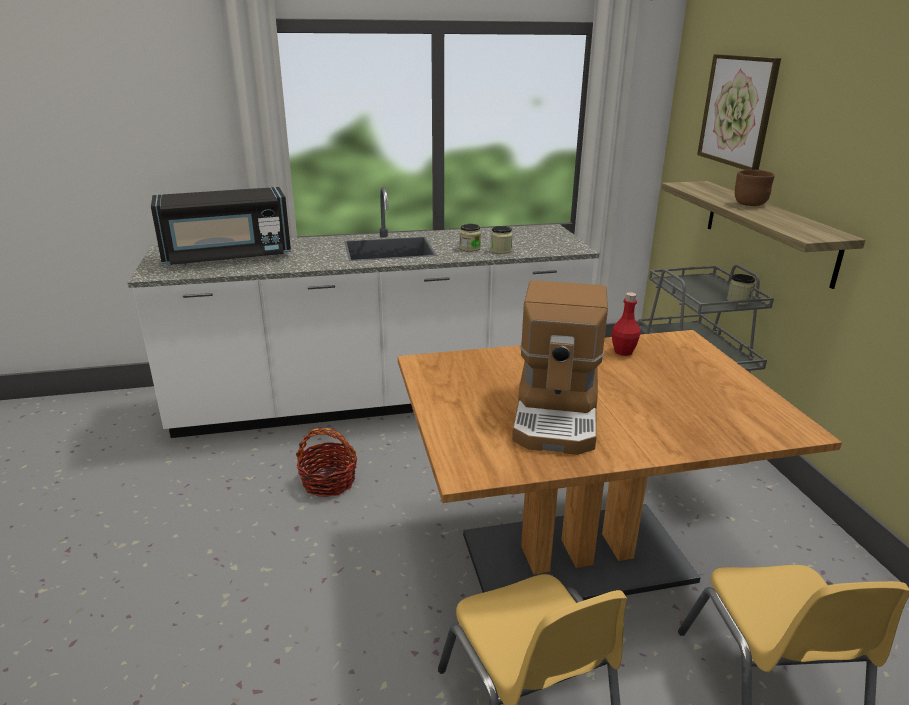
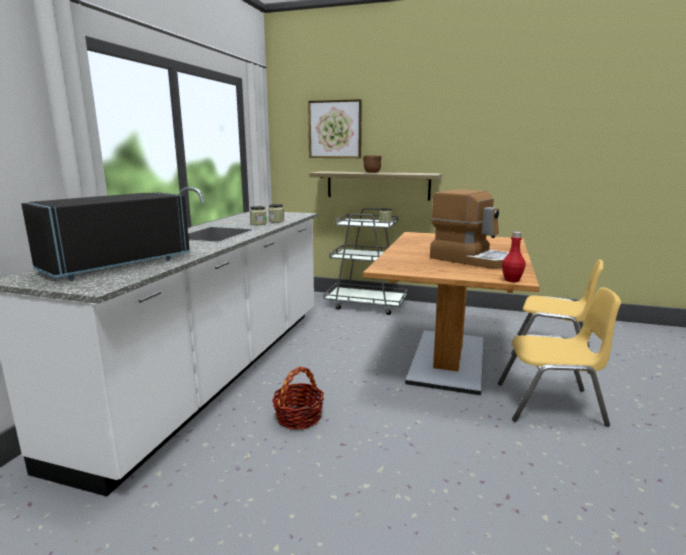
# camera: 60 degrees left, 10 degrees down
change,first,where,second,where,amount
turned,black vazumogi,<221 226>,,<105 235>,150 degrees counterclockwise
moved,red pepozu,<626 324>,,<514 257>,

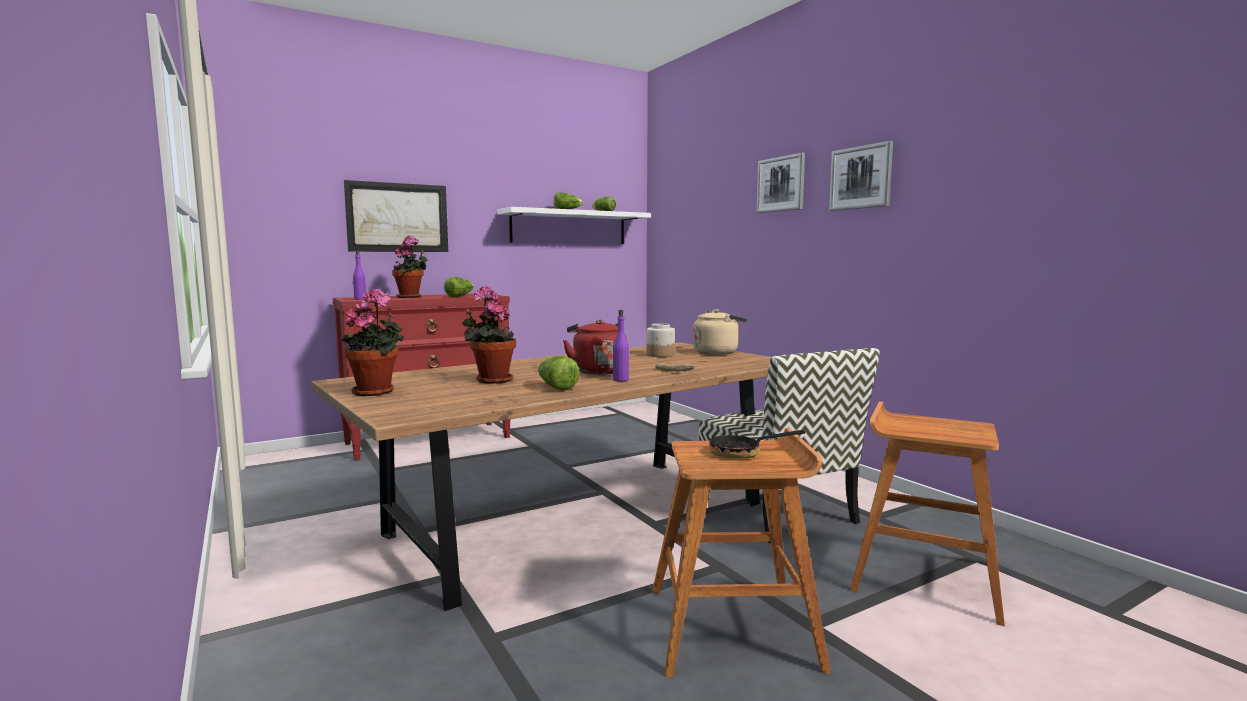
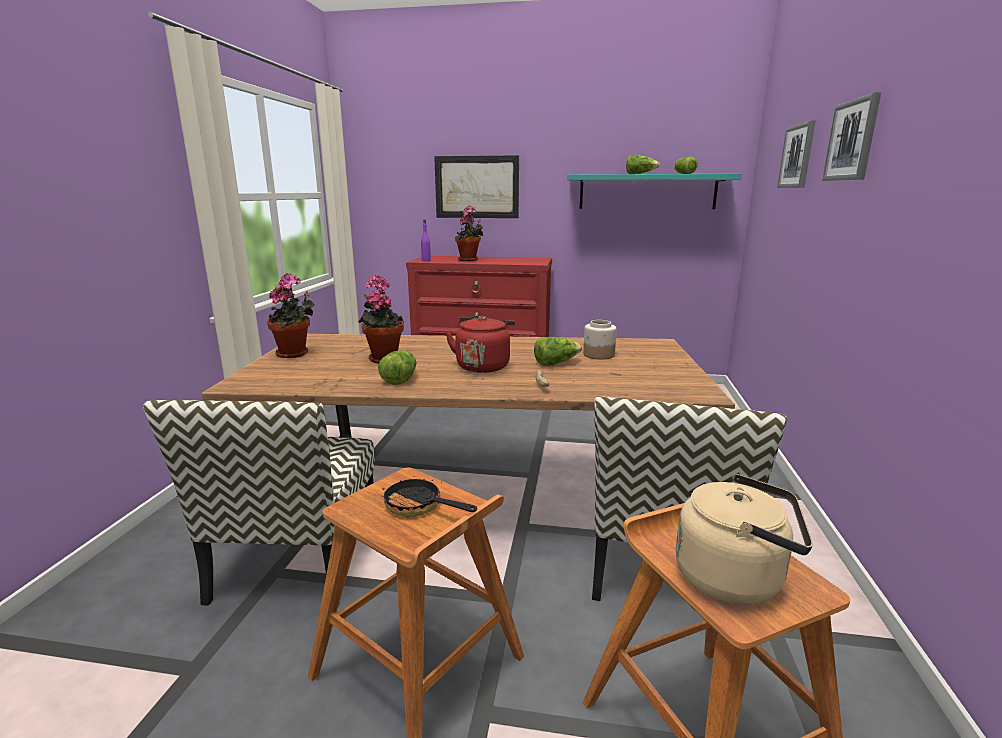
# camera: 40 degrees right, 10 degrees up
change,first,where,second,where,amount
added,,,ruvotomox,<259 502>,
moved,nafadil,<459 287>,,<558 351>,
recoloured,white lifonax,<574 225>,turquoise lifonax,<654 191>,
moved,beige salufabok,<720 332>,,<744 539>,
moved,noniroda,<861 176>,,<796 154>,
removed,purple pepozu,<621 345>,,,

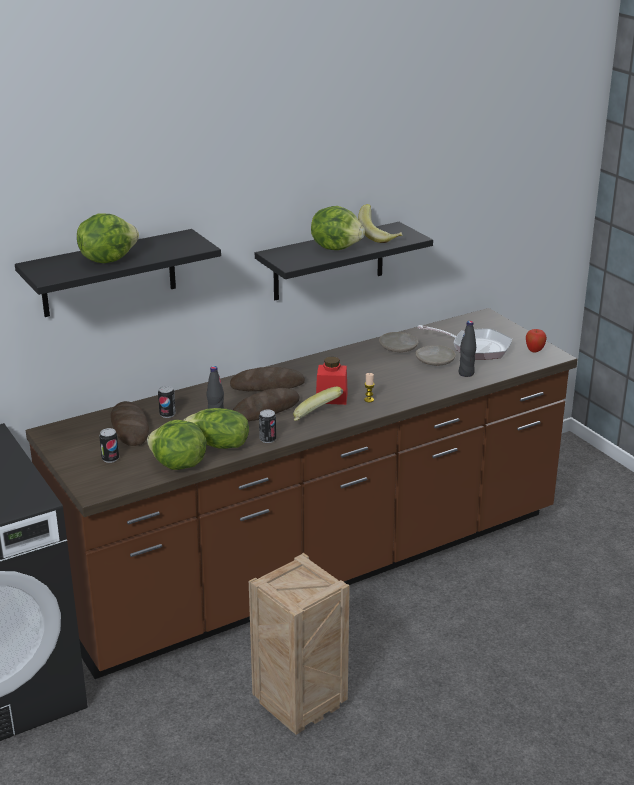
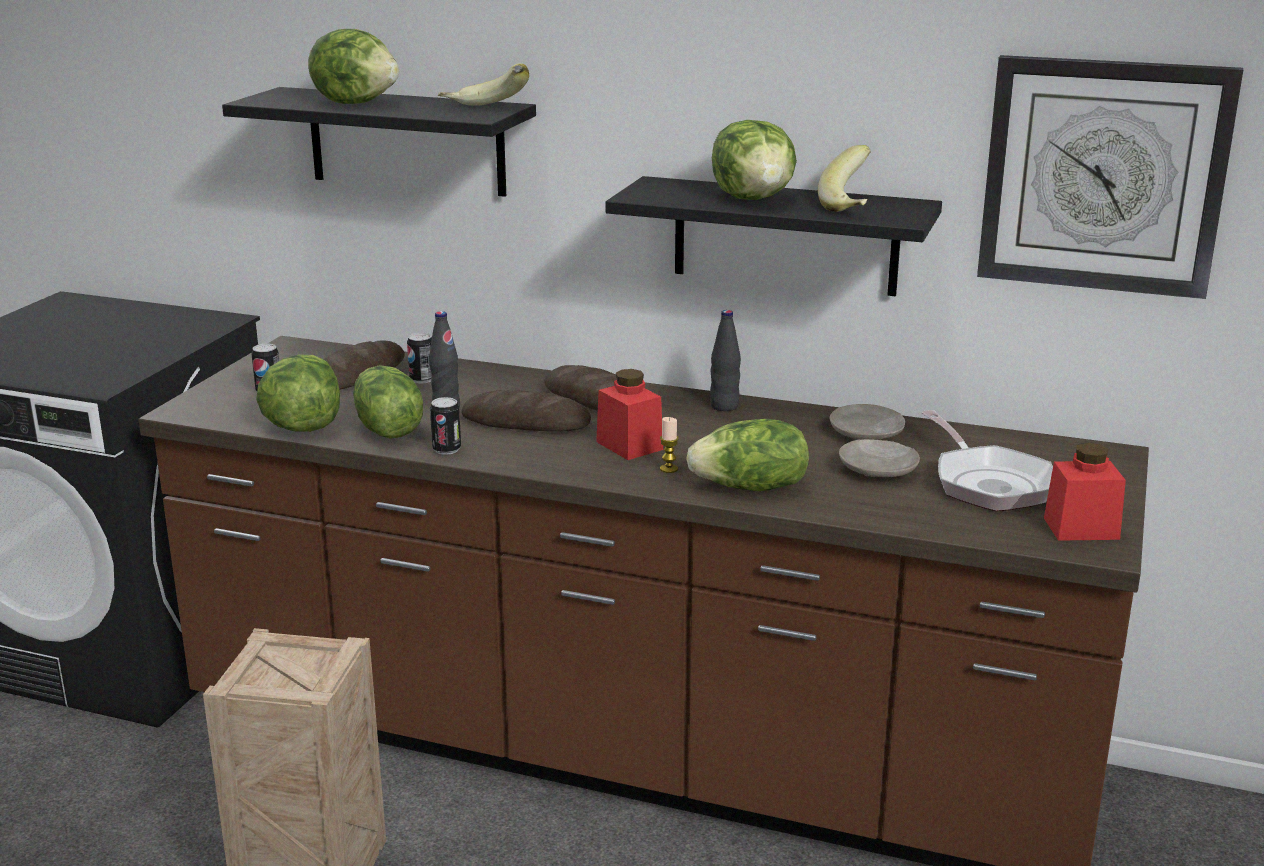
# camera: 50 degrees right, 5 degrees down
change,first,where,second,where,amount
moved,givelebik,<318 404>,,<483 84>,
added,,,nafadil,<747 455>,
moved,black pepozu,<467 349>,,<725 360>,
added,,,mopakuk,<1110 177>,
replaced,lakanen,<536 341>,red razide,<1085 492>,

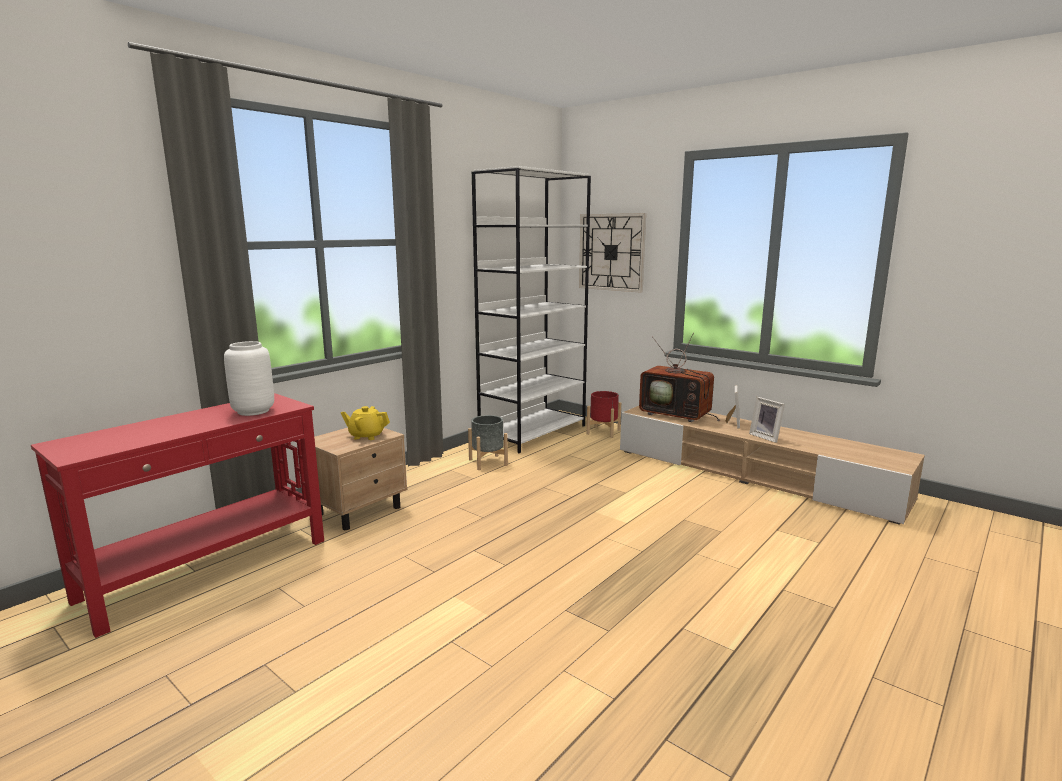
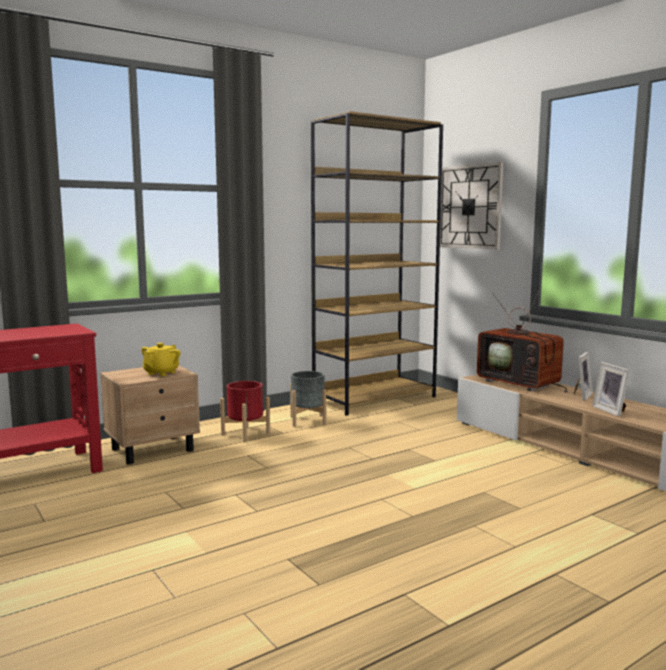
# camera: 15 degrees right, 5 degrees down
change,first,where,second,where,amount
turned,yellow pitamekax,<365 423>,,<161 359>,90 degrees clockwise
moved,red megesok,<604 414>,,<245 411>,
recoloured,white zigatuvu,<531 309>,brown zigatuvu,<377 263>,
removed,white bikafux,<249 378>,,,

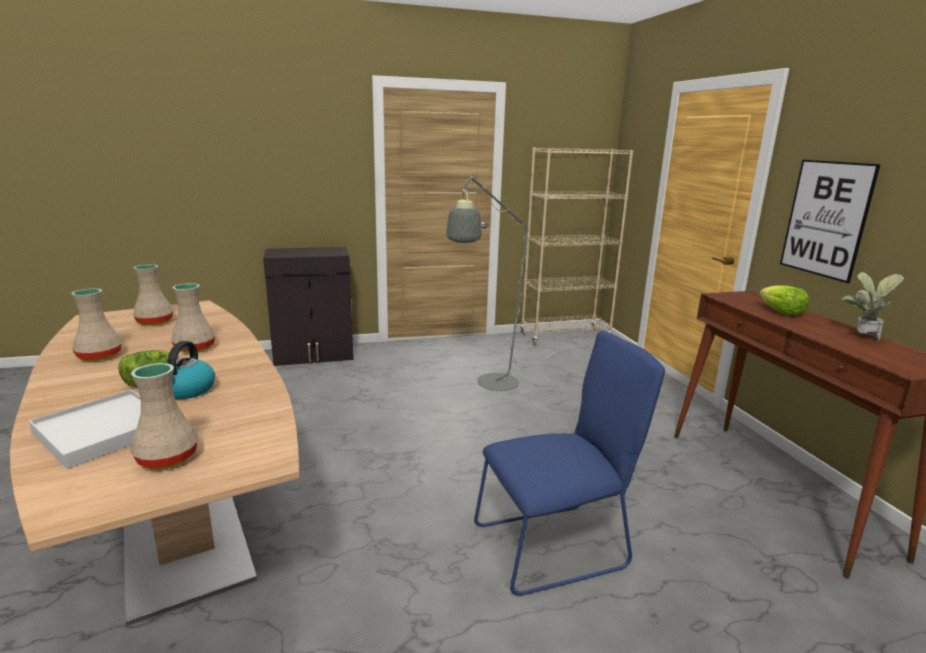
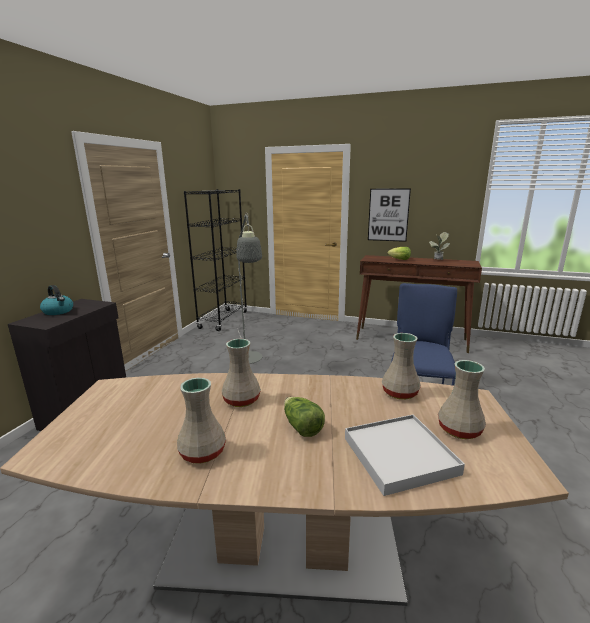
# camera: 55 degrees left, 0 degrees up
change,first,where,second,where,amount
moved,salufabok,<191 370>,,<56 300>,
recoloured,beige zigatuvu,<577 246>,black zigatuvu,<215 260>,
moved,beige bikafux,<153 295>,,<401 366>,

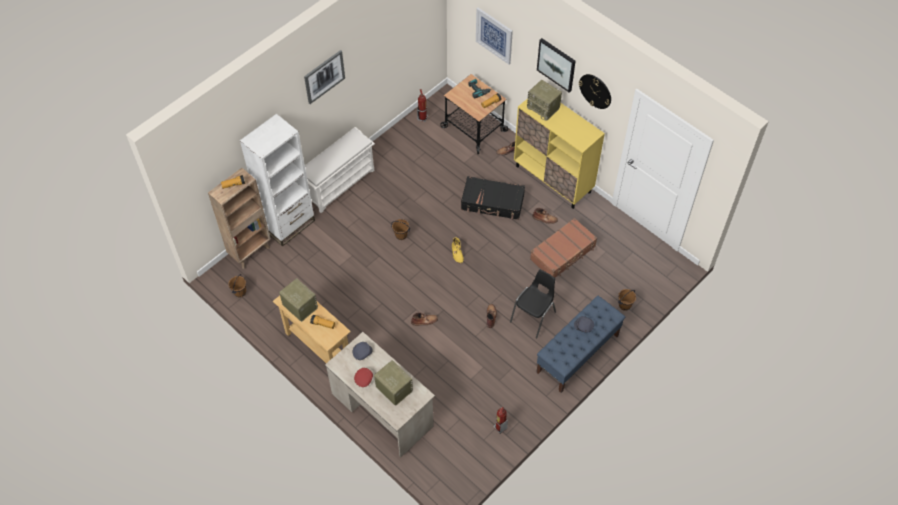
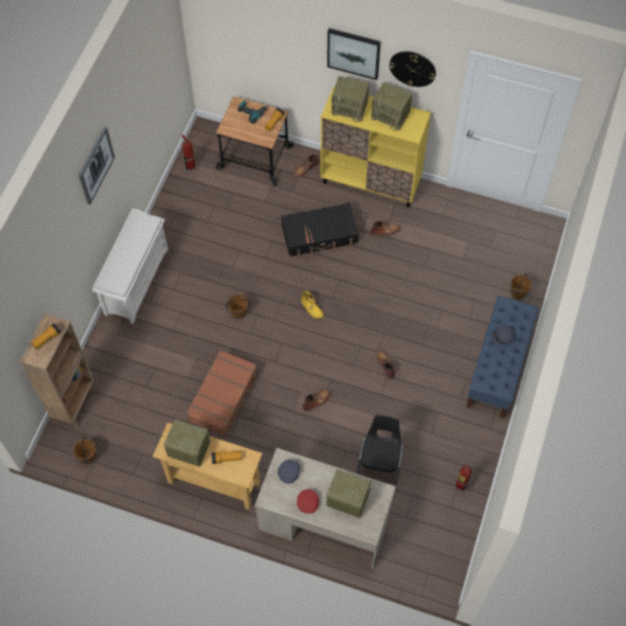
# camera: 25 degrees left, 5 degrees up
change,first,where,second,where,amount
moved,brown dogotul,<563 248>,,<222 393>,
moved,black ruvotomox,<533 304>,,<380 453>,
added,,,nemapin,<391 106>,
removed,white zigatuvu,<277 180>,,,
removed,noniroda,<494 36>,,,

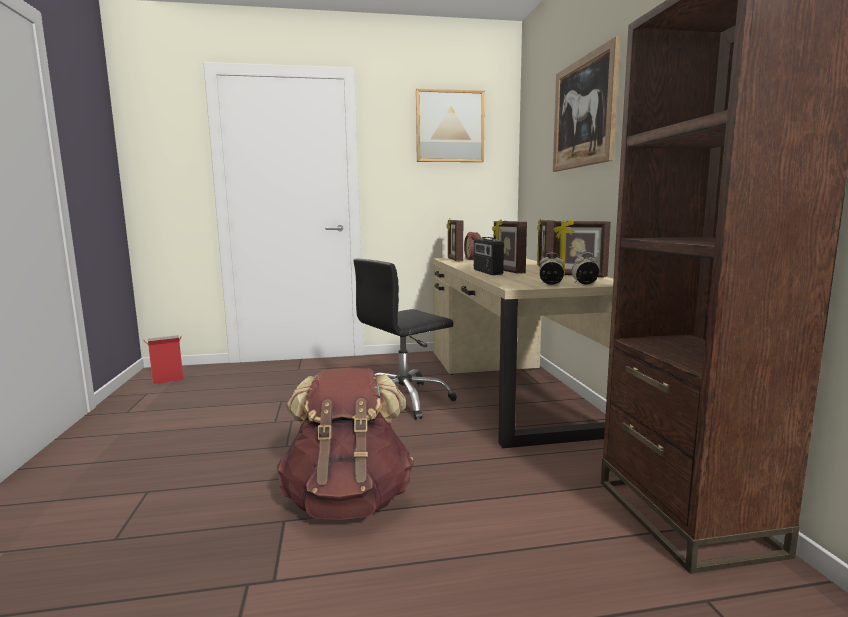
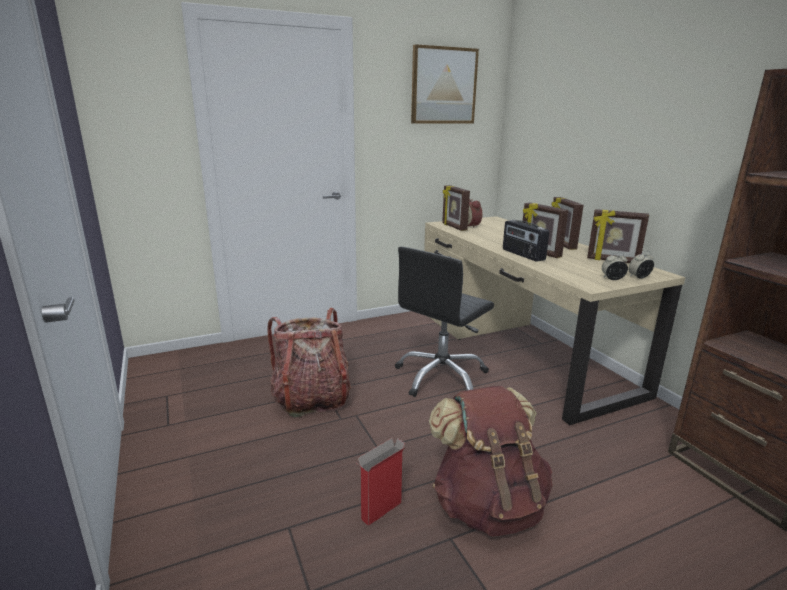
# camera: 15 degrees left, 10 degrees up
change,first,where,second,where,amount
added,,,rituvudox,<309 362>,
moved,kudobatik,<163 359>,,<381 482>,
removed,noniroda,<586 104>,,,

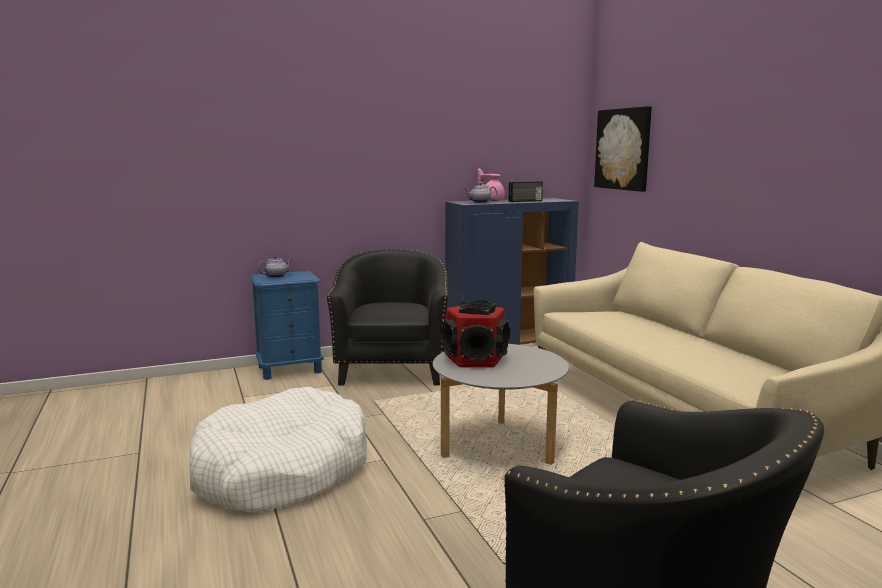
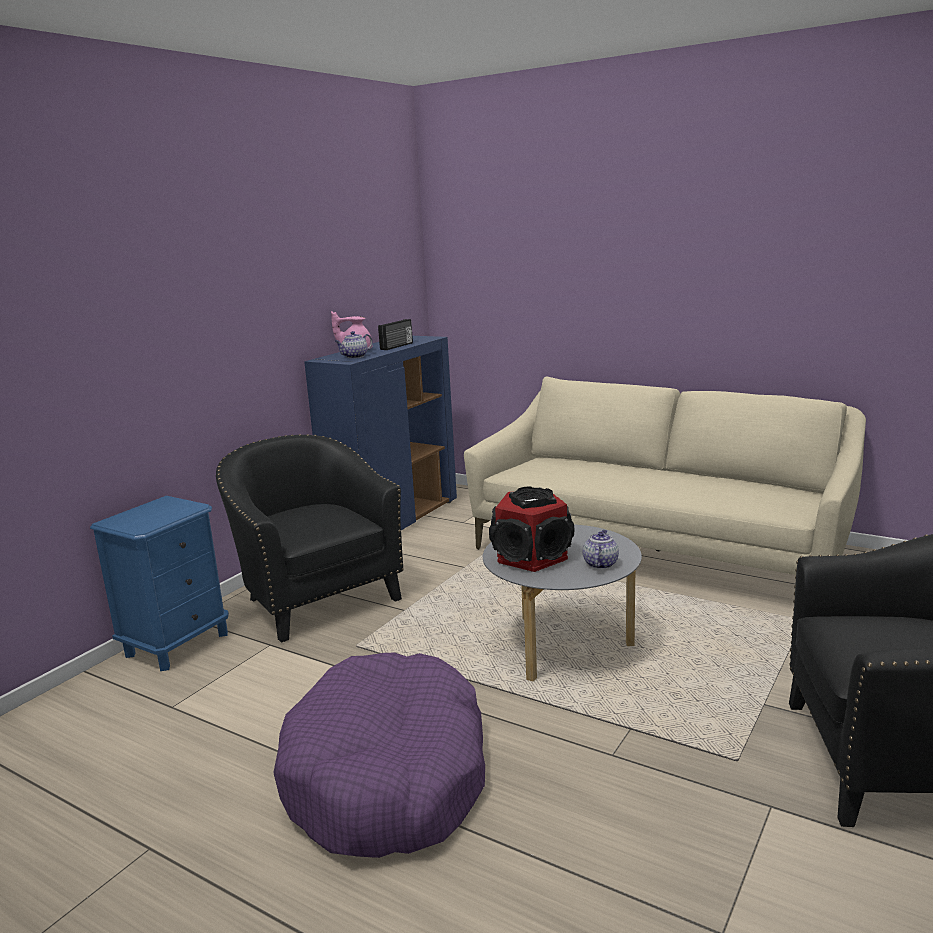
# camera: 35 degrees left, 5 degrees up
change,first,where,second,where,amount
recoloured,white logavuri,<278 450>,purple logavuri,<379 755>,
moved,pitamekax,<275 267>,,<600 549>,
removed,noniroda,<623 149>,,,

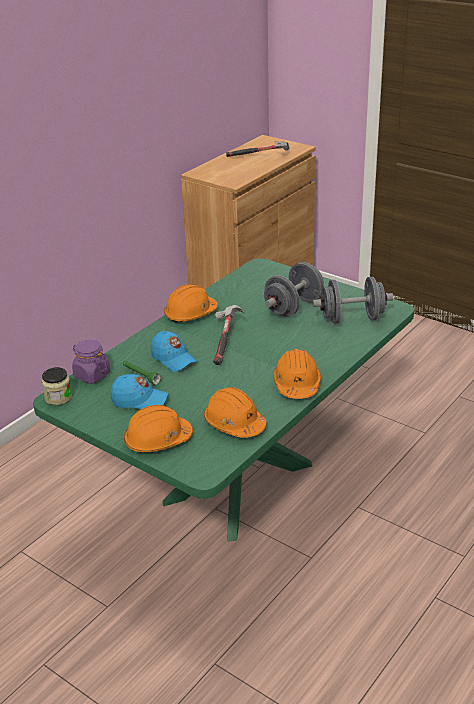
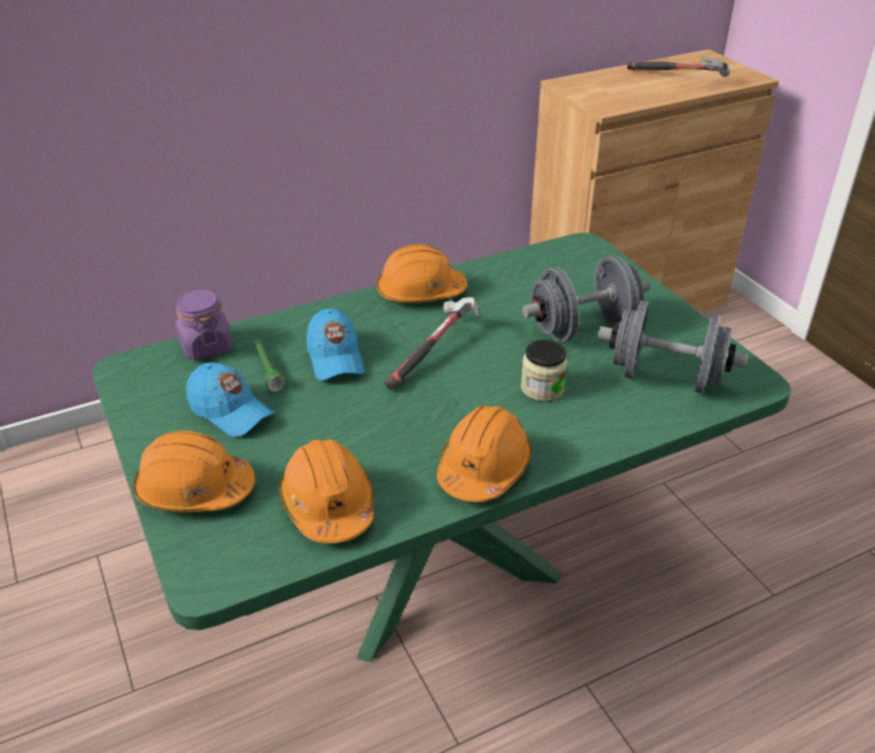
# camera: 25 degrees right, 5 degrees up
change,first,where,second,where,amount
moved,razide,<57 386>,,<544 371>,

